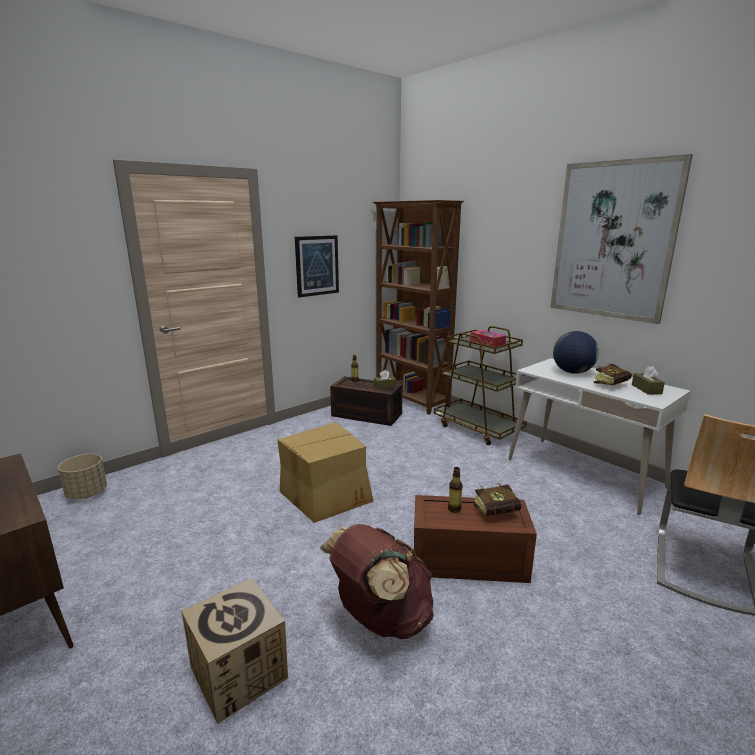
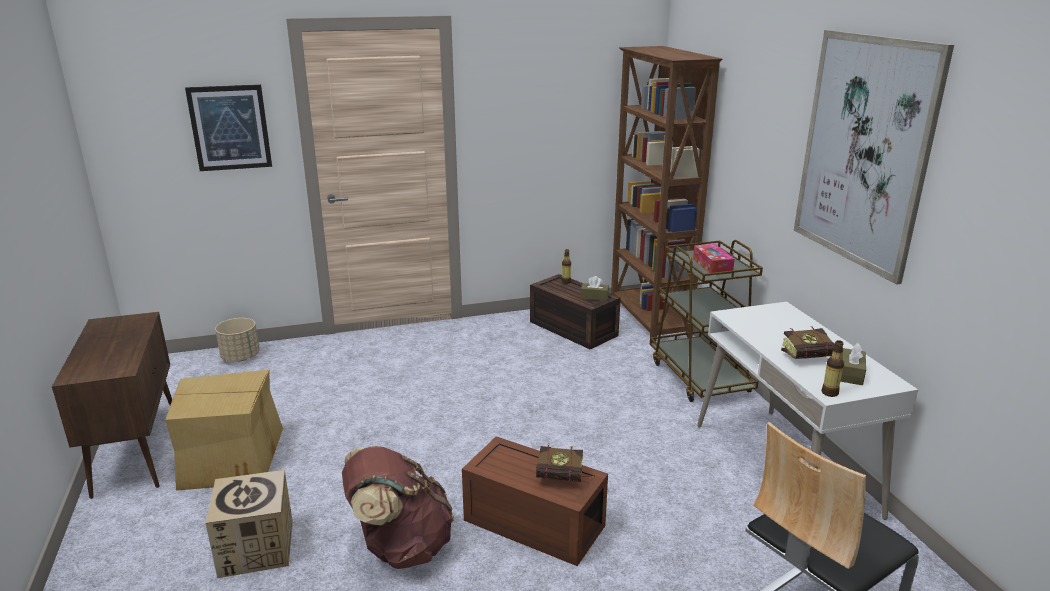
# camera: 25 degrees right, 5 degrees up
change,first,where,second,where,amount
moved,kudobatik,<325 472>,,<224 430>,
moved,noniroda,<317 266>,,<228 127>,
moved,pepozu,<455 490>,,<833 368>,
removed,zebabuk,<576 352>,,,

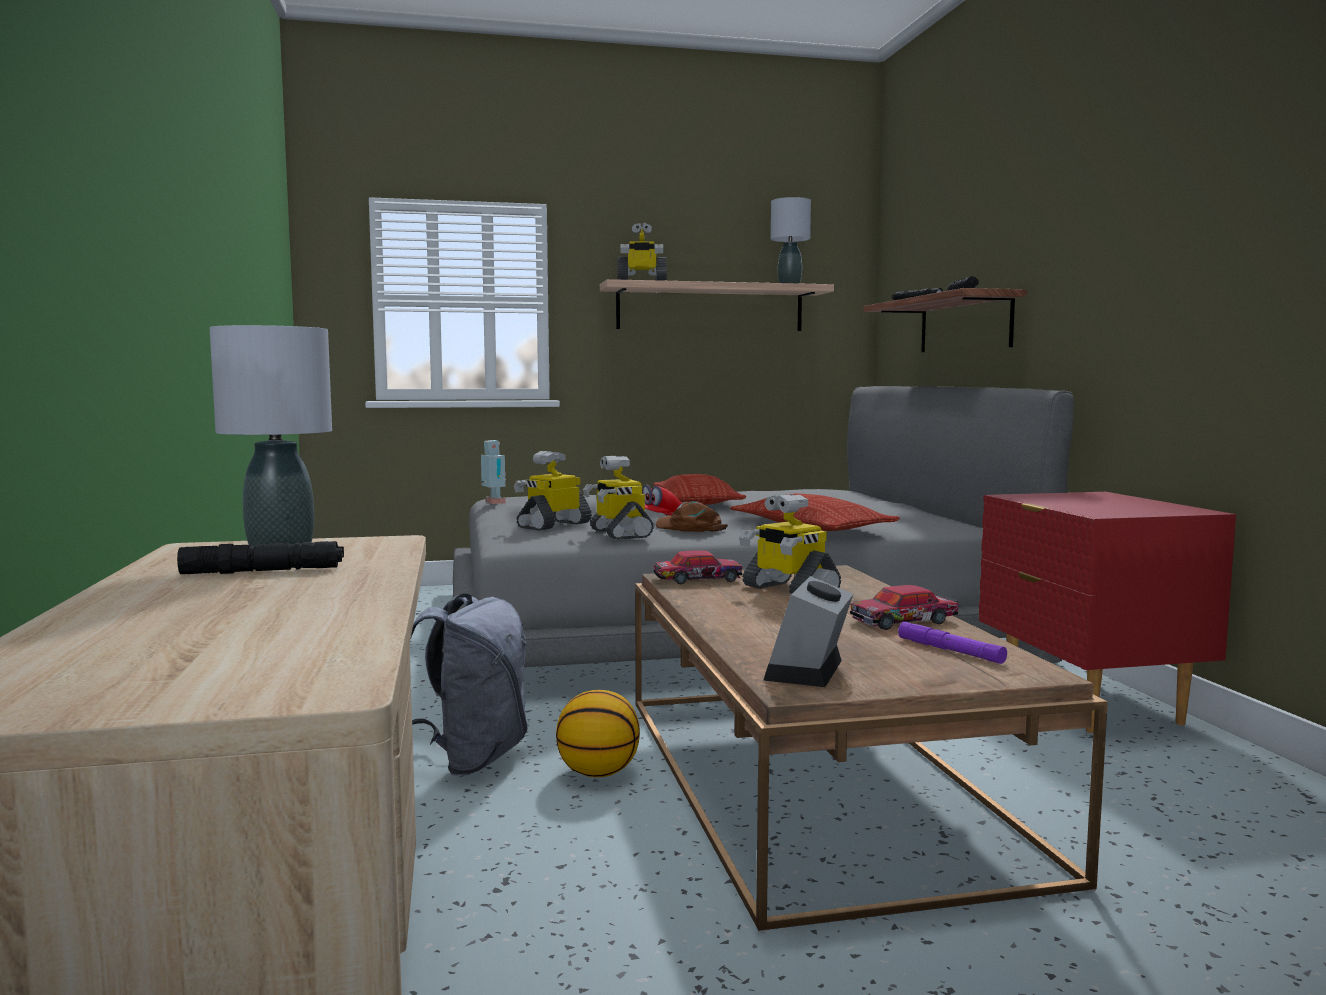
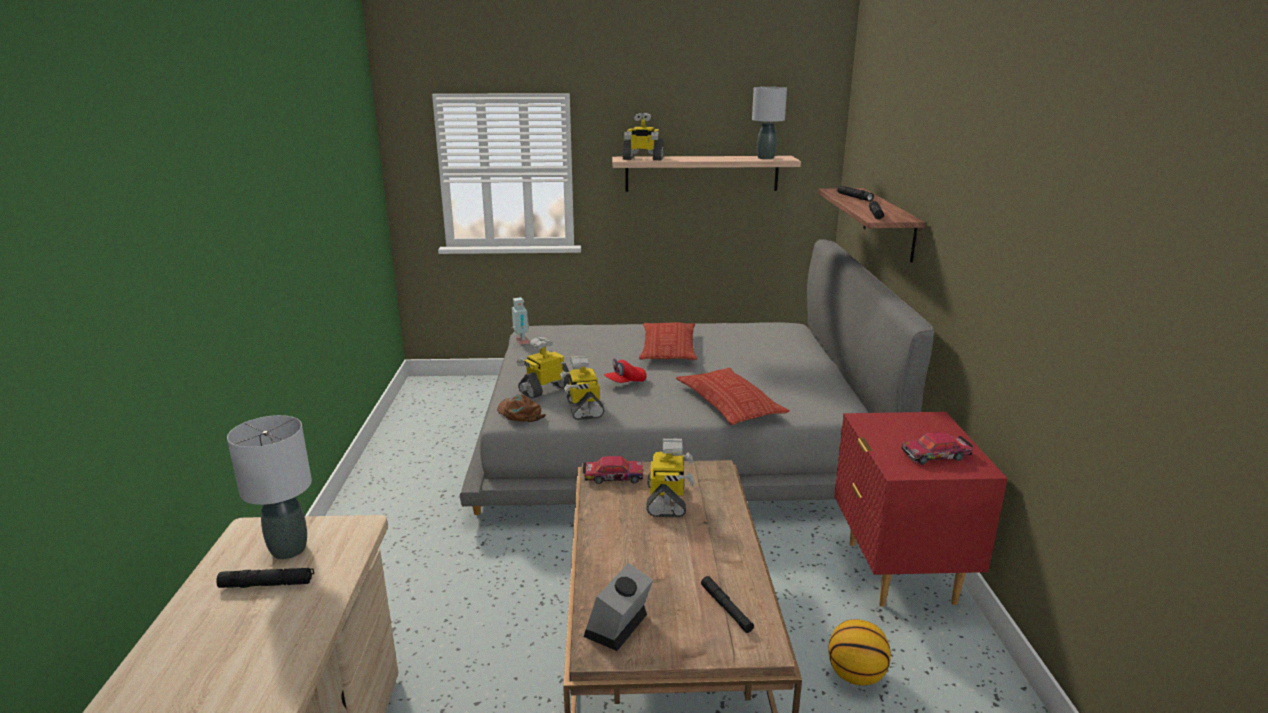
# camera: 10 degrees right, 15 degrees up
change,first,where,second,where,amount
moved,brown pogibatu,<692 516>,,<521 408>,
turned,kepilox,<790 544>,,<670 477>,150 degrees counterclockwise
recoloured,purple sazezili,<952 643>,black sazezili,<727 604>,
moved,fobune,<598 733>,,<859 652>,
moved,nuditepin,<904 607>,,<937 448>,
removed,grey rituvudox,<469 684>,,,

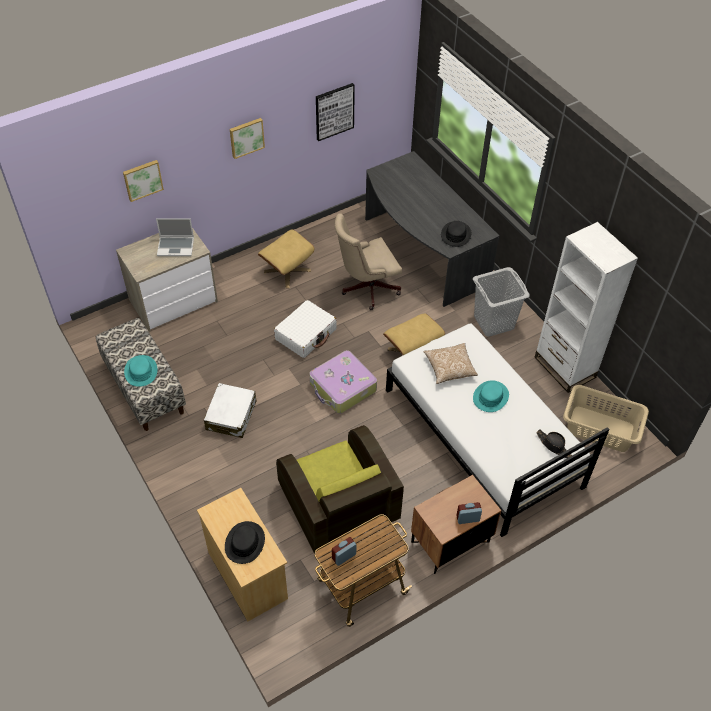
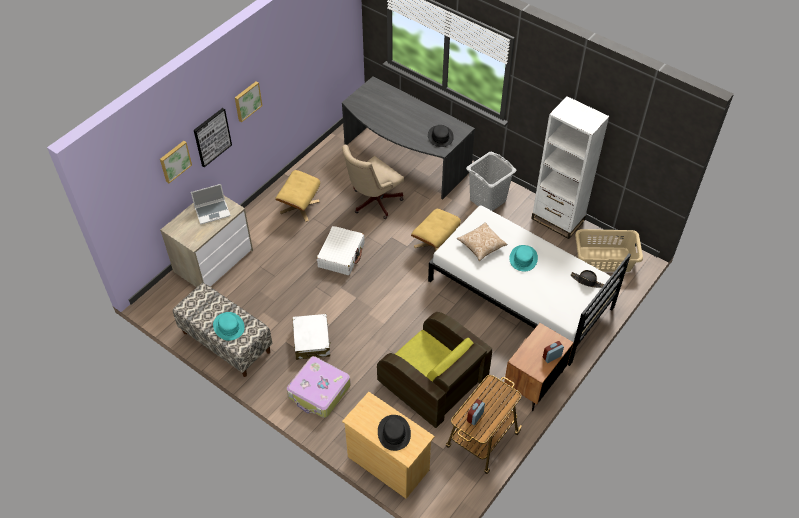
# camera: 20 degrees left, 0 degrees up
change,first,where,second,where,amount
moved,noniroda,<335 112>,,<213 137>,
moved,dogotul,<343 382>,,<319 387>,

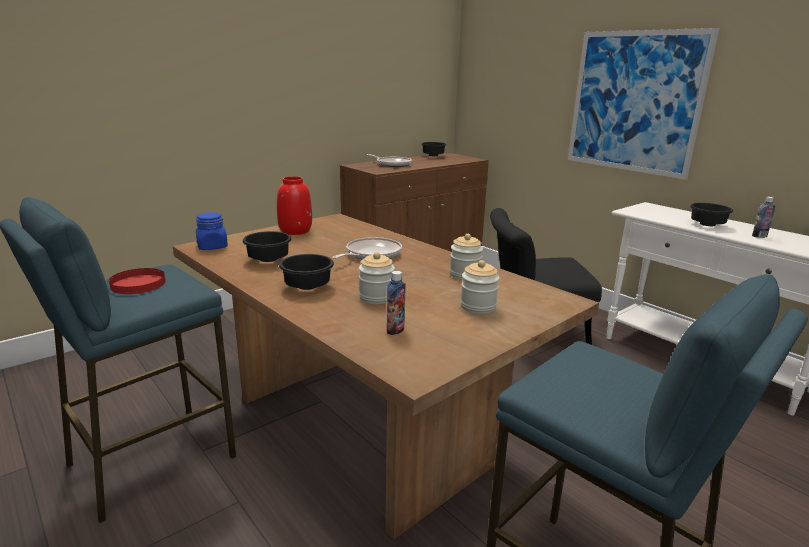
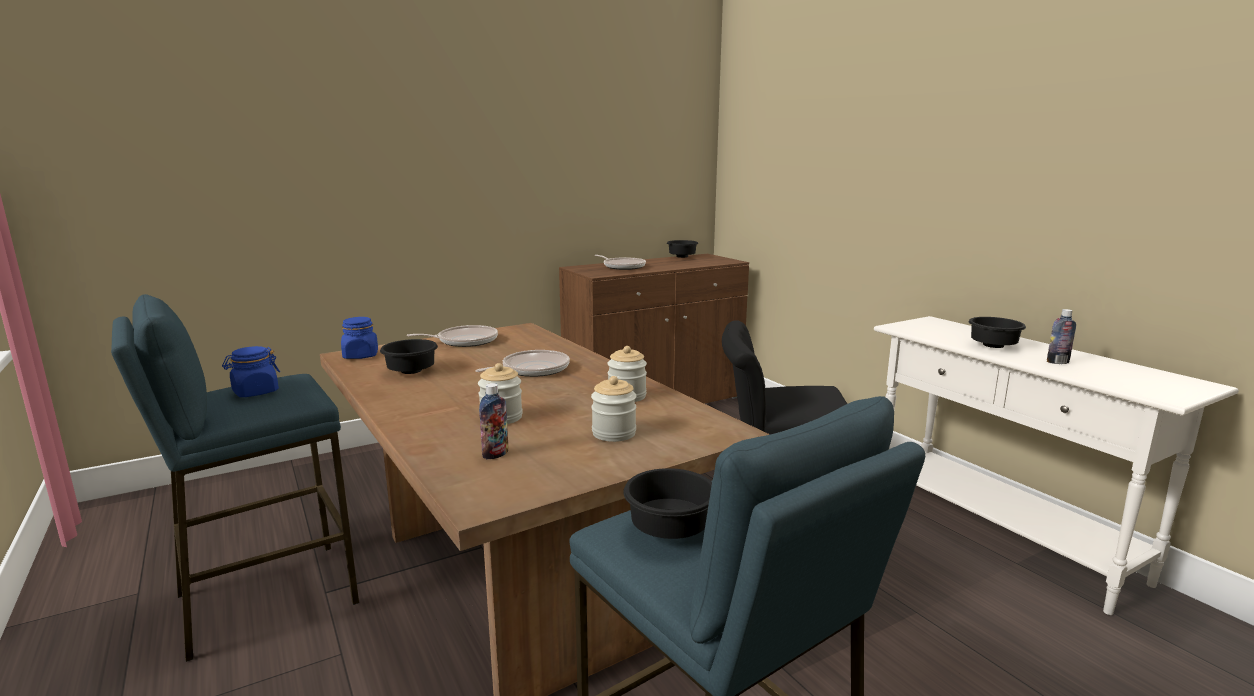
# camera: 10 degrees right, 5 degrees down
change,first,where,second,where,amount
replaced,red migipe,<137 281>,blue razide,<251 371>,
replaced,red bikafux,<294 205>,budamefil,<452 336>,
moved,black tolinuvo,<306 272>,,<668 503>,
removed,noniroda,<643 104>,,,

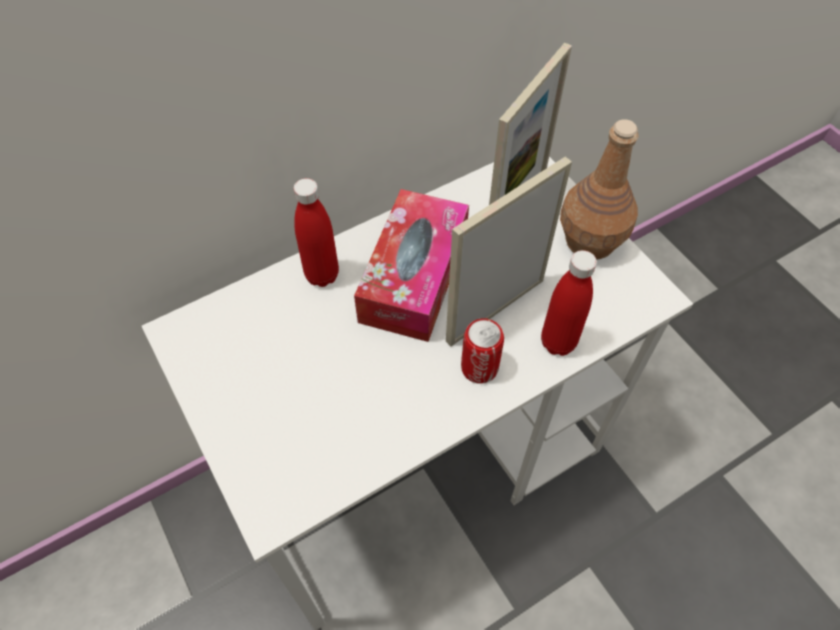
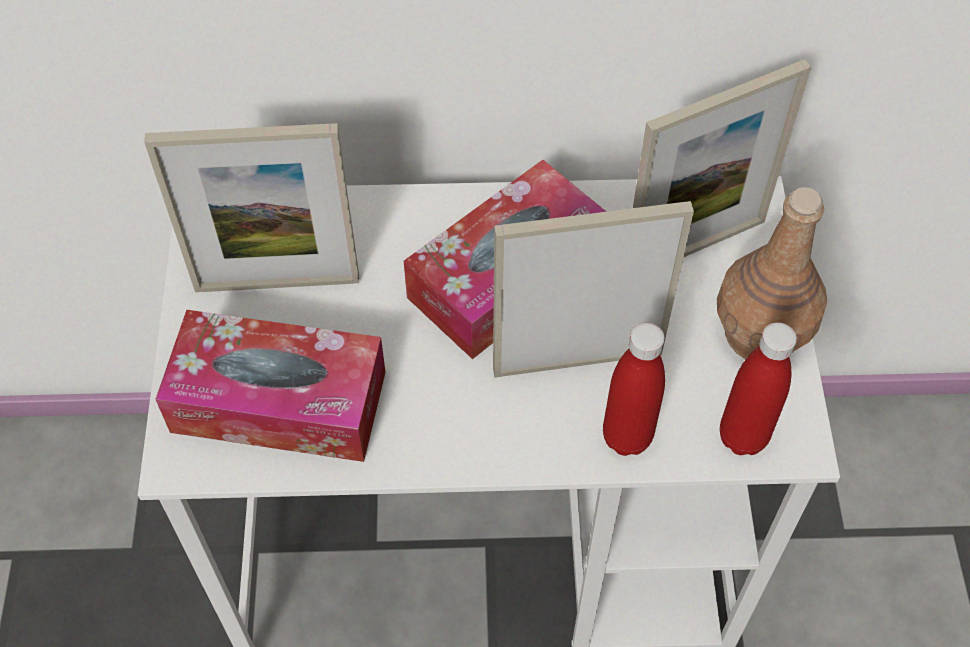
# camera: 30 degrees right, 0 degrees up
change,first,where,second,where,amount
added,,,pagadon,<251 207>,
added,,,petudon,<270 386>,
moved,red pepozu,<316 232>,,<758 388>,
removed,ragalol,<482 351>,,,

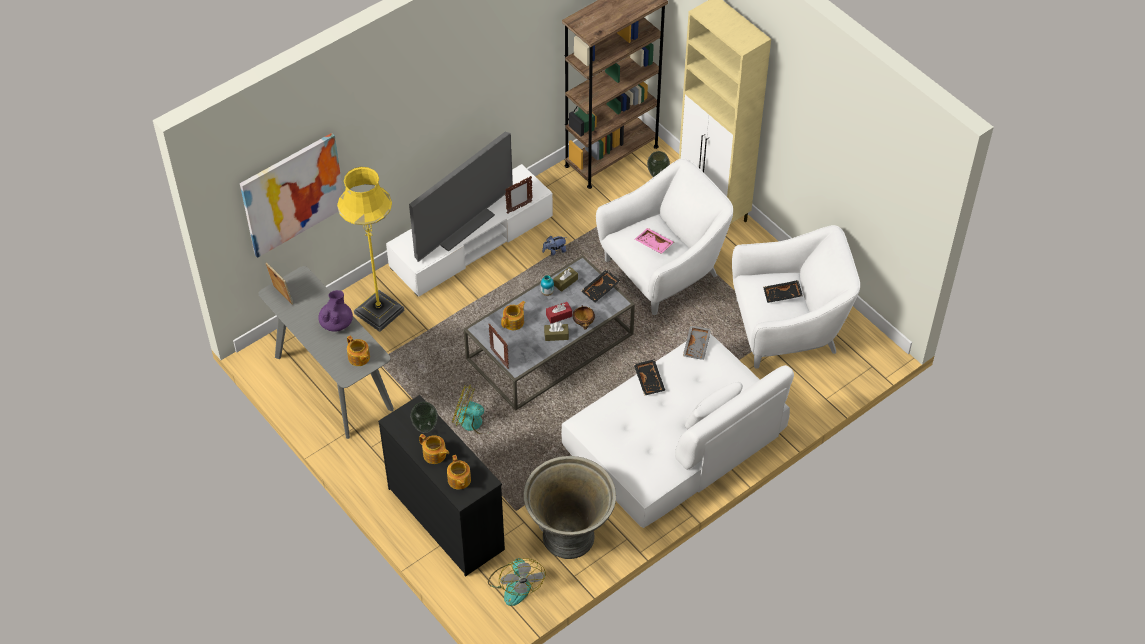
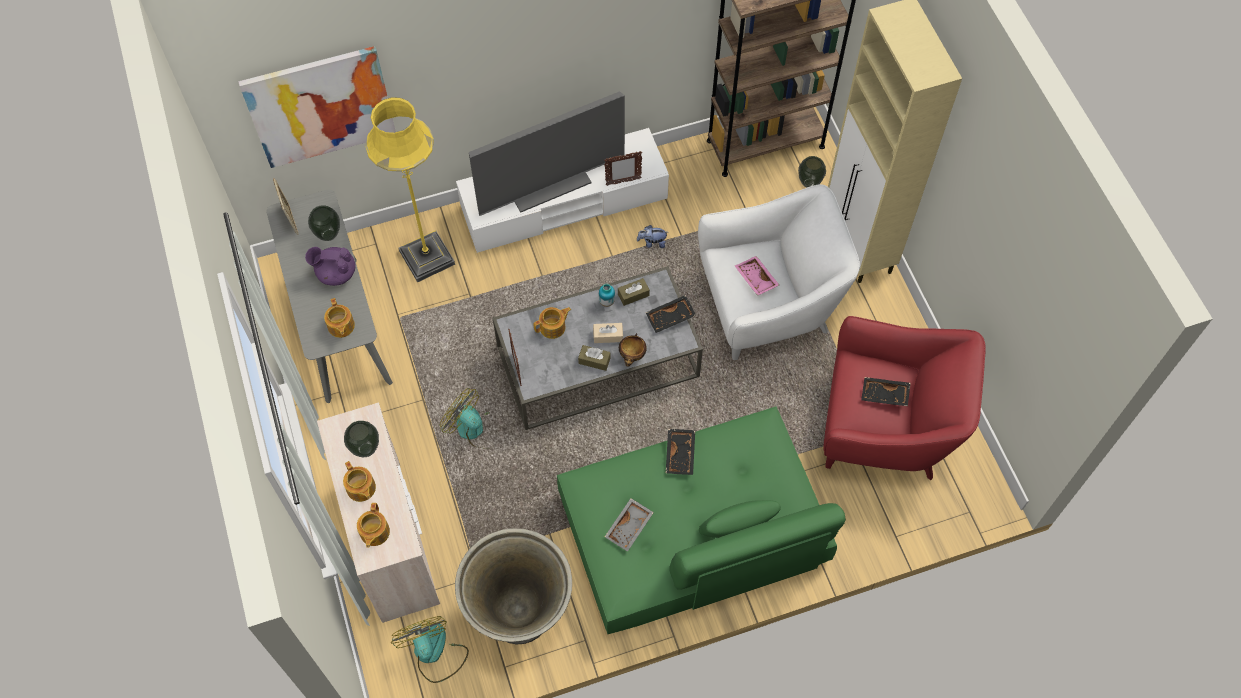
# camera: 20 degrees right, 10 degrees up
change,first,where,second,where,amount
turned,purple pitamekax,<335 311>,,<330 266>,120 degrees counterclockwise
added,,,bikafux,<324 223>,
recoloured,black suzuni,<441 486>,beige suzuni,<378 512>,
turned,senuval,<516 582>,,<430 649>,150 degrees clockwise
recoloured,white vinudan,<677 431>,green vinudan,<701 520>,
recoloured,red petudon,<559 312>,beige petudon,<608 333>,
moved,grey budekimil,<697 342>,,<629 525>,
recoloured,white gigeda,<796 297>,red gigeda,<904 398>,

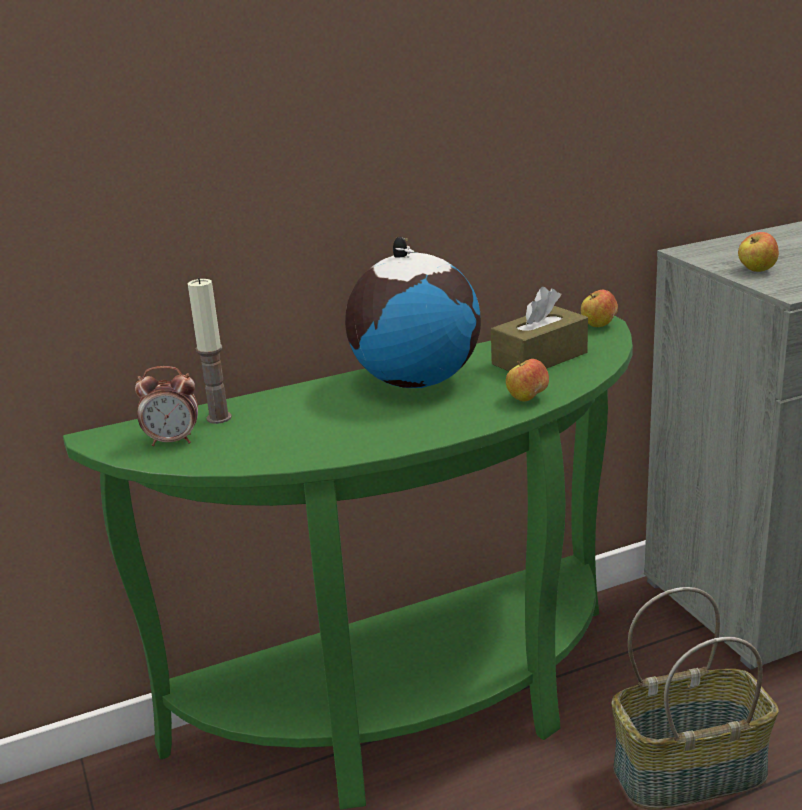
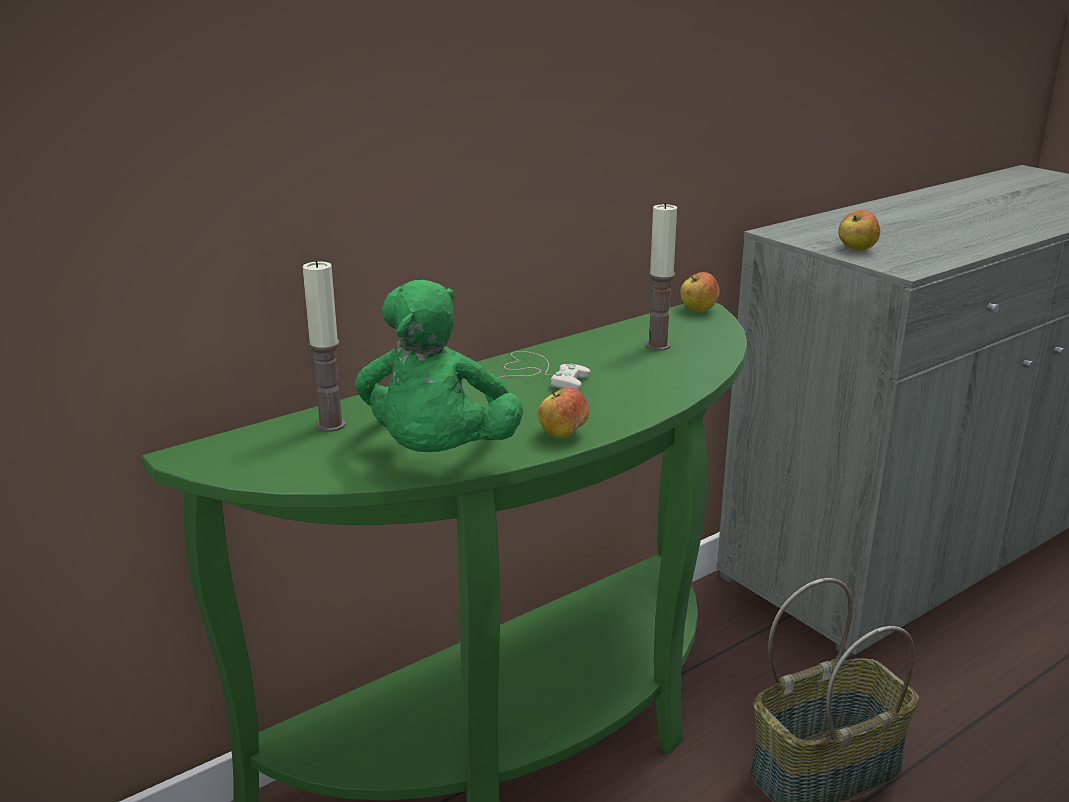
# camera: 15 degrees left, 0 degrees up
change,first,where,second,where,amount
added,,,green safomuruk,<439 366>,
replaced,zebabuk,<413 312>,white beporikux,<544 370>,
moved,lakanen,<527 380>,,<563 412>,
replaced,brown petudon,<539 329>,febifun,<661 276>,
removed,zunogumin,<166 406>,,,

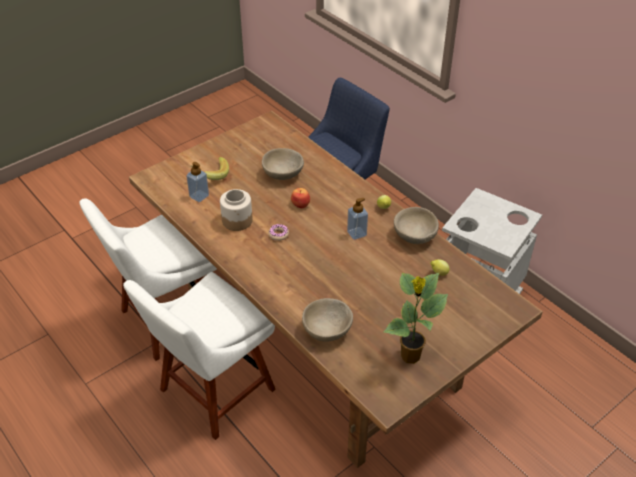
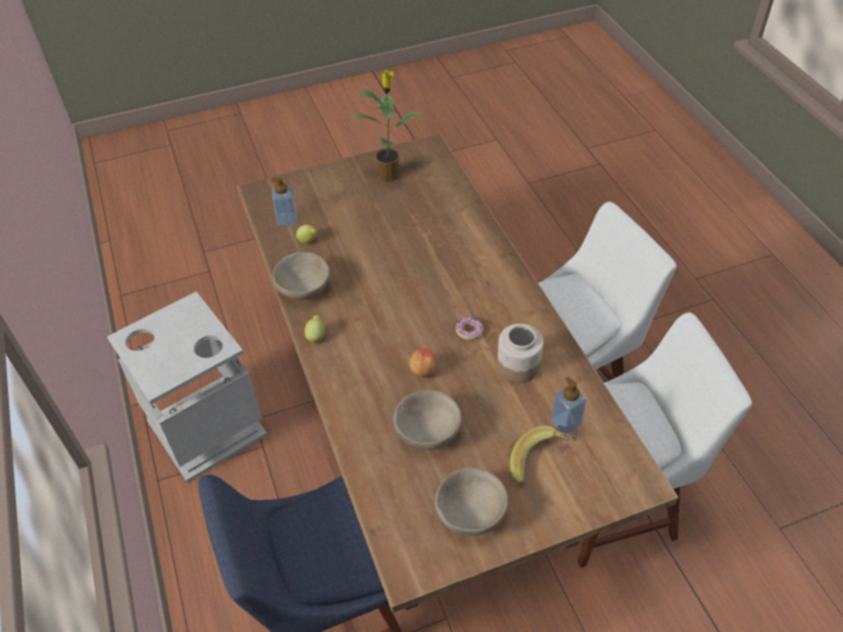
# camera: 160 degrees left, 5 degrees up
change,first,where,second,where,amount
moved,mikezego,<357 219>,,<283 201>,
moved,beige tolinuvo,<327 320>,,<471 502>,

